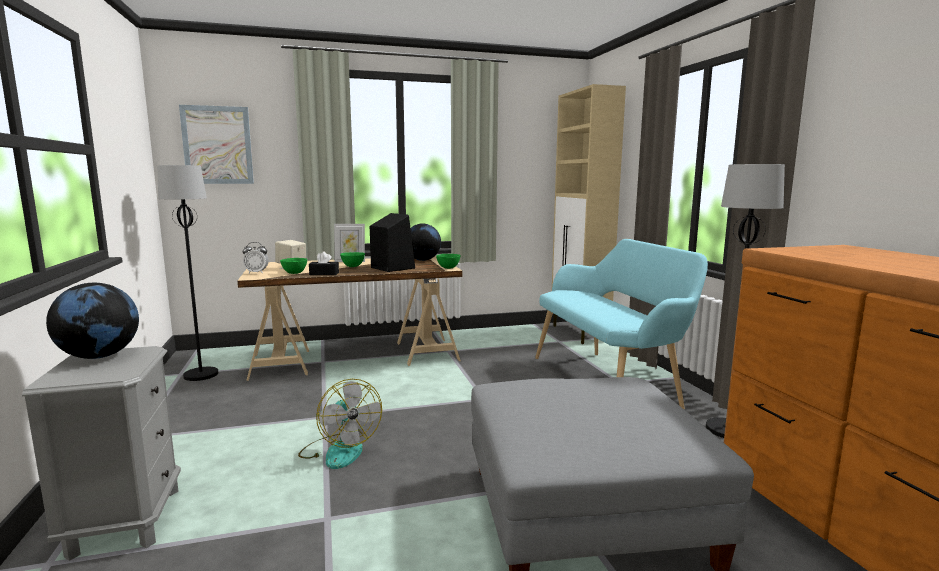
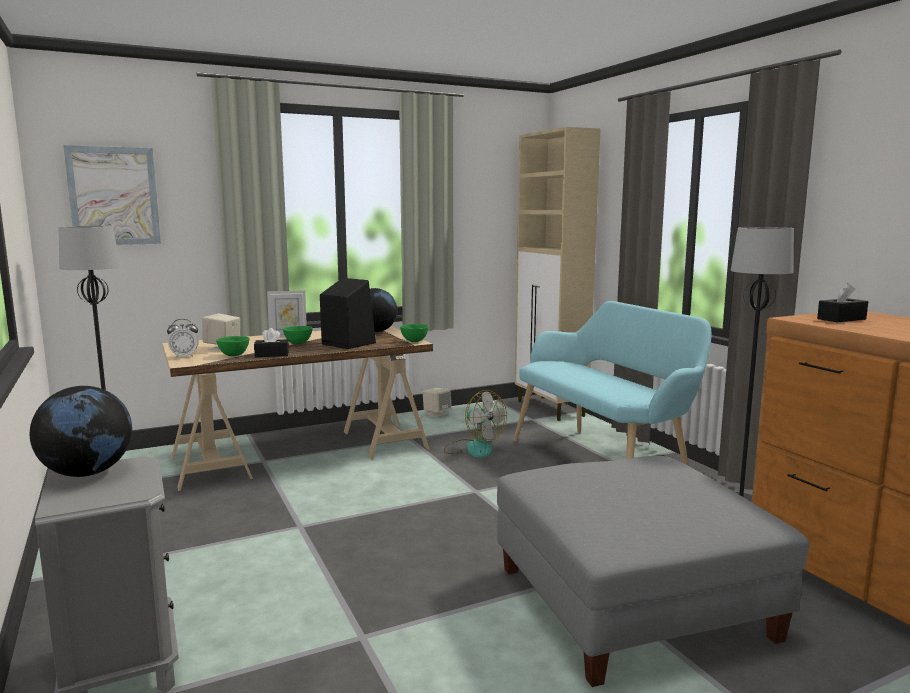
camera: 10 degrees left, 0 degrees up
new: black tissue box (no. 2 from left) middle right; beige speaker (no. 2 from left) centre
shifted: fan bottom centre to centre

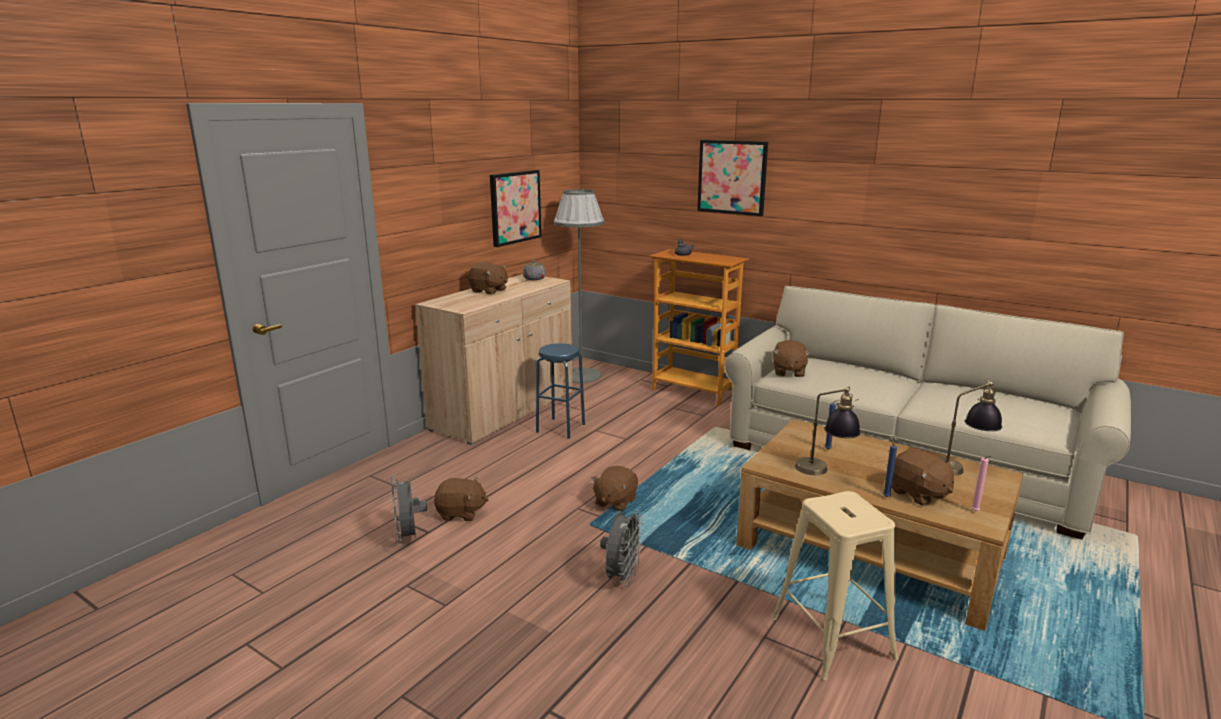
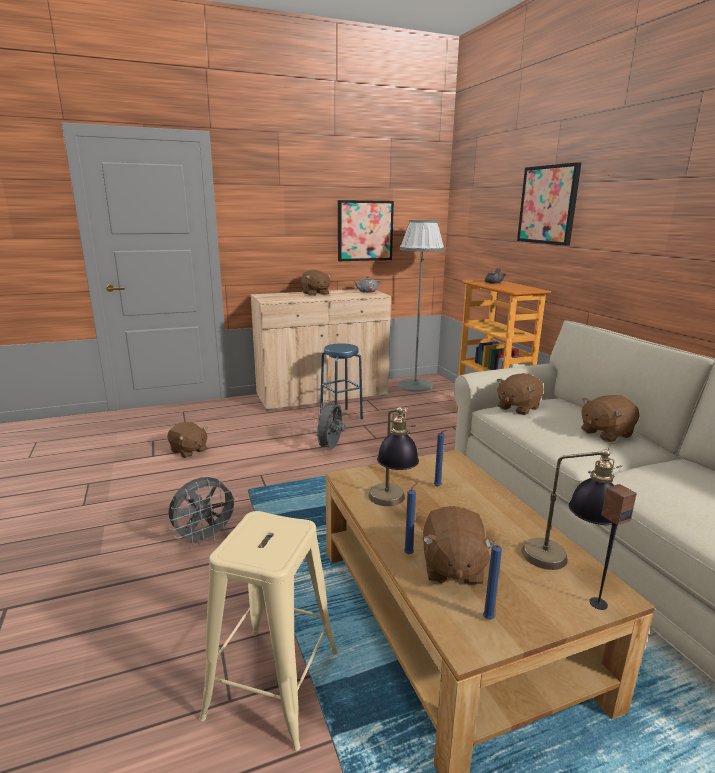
camera: 35 degrees right, 0 degrees up
new: speaker bottom right
shifted: brown plush toy (no. 3 from left in the first image) bottom centre to brown plush toy (no. 5 from left) middle right; grey fan (no. 1 from left in the first image) bottom centre to grey fan (no. 2 from left) centre
repainted: pink candle bottom right to blue candle (no. 3 from left) bottom right

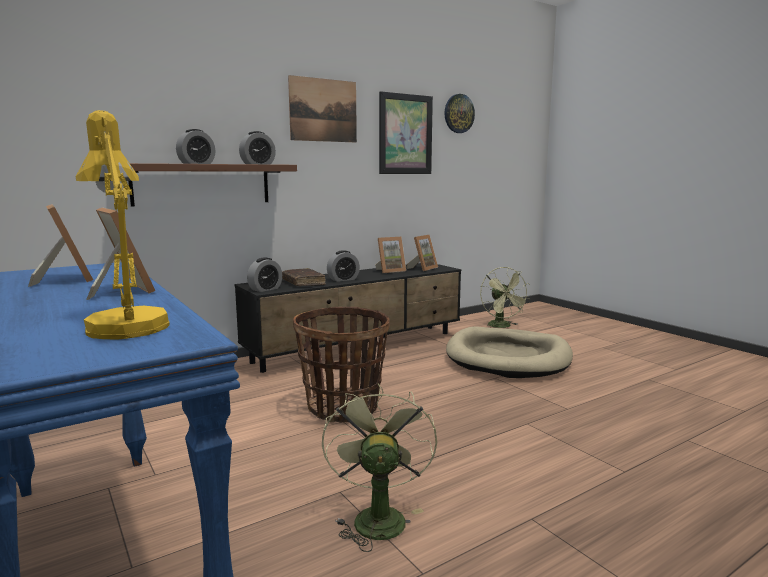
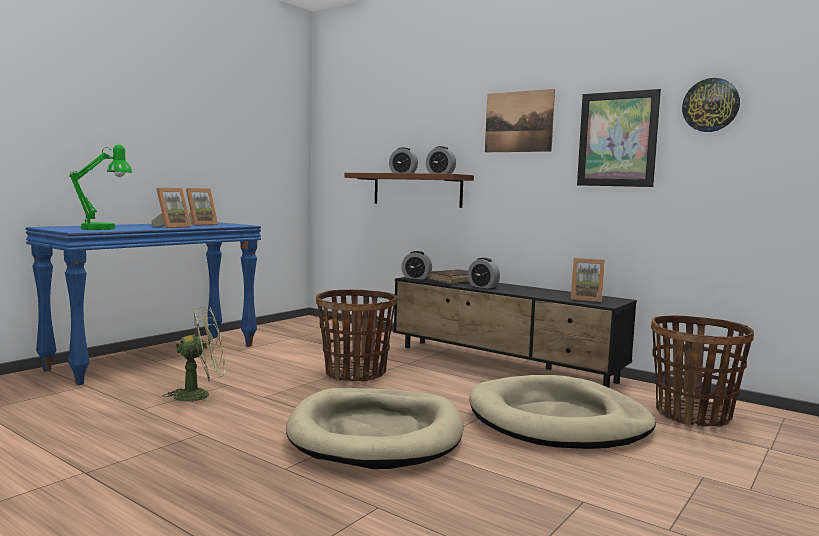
camera: 70 degrees right, 5 degrees down
gone: picture frame (no. 3 from left) centre
new: beige dog bed (no. 1 from left) bottom centre
swapped: green fan (no. 2 from left) centre to basket (no. 2 from left) bottom right
repainted: yellow table lamp middle left to green table lamp middle left

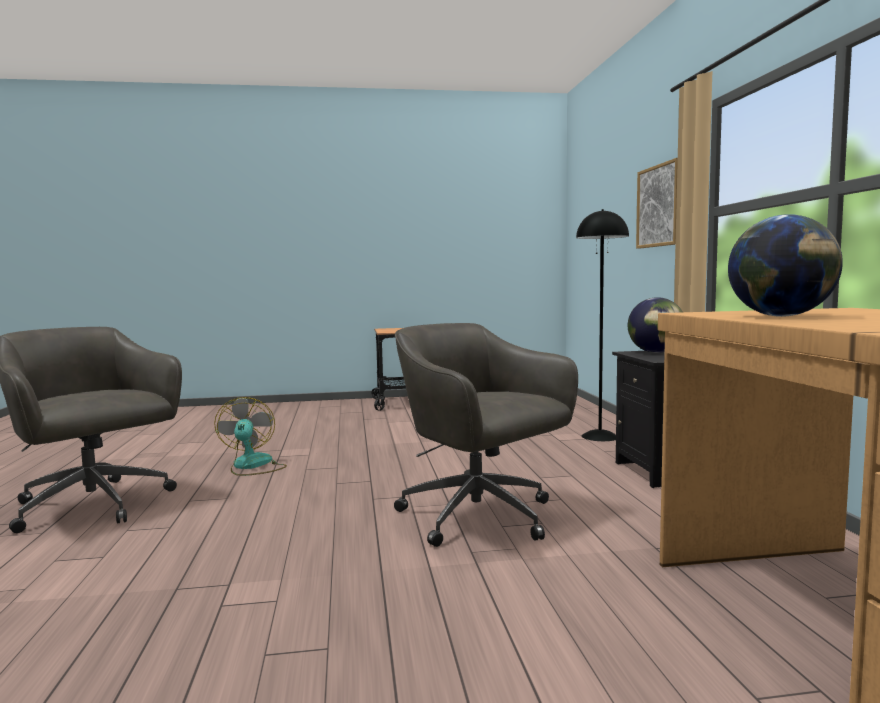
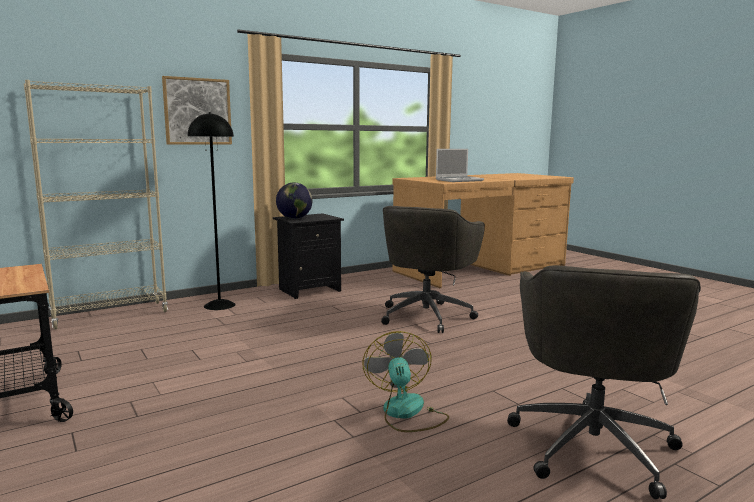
camera: 115 degrees left, 5 degrees up
new: beige bookcase middle left
swapped: globe (no. 2 from left) middle right to laptop top centre
rotated: fan middle left = bottom centre 120 degrees clockwise

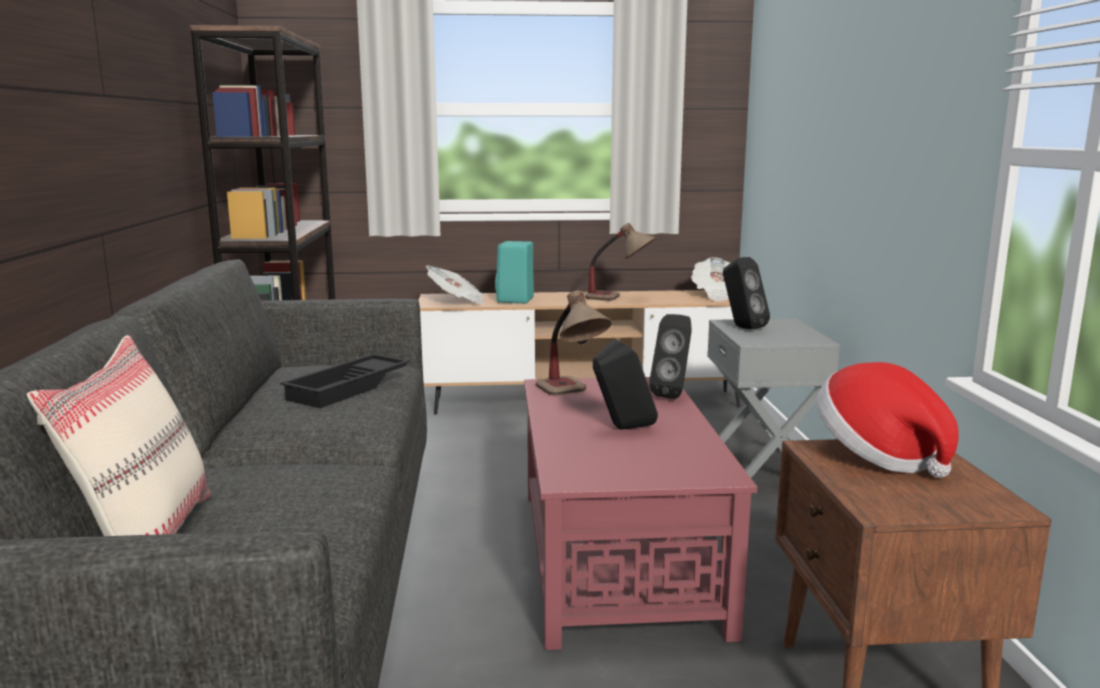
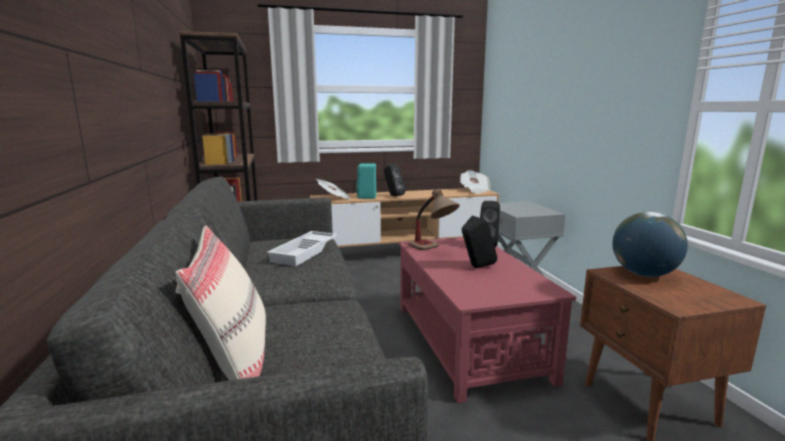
camera: 10 degrees left, 0 degrees up
gone: table lamp (no. 2 from left) centre
shifted: black speaker (no. 3 from left in the first image) middle right to black speaker (no. 1 from left) centre
swapped: hat middle right to globe middle right
repainted: black tray middle left to white tray centre

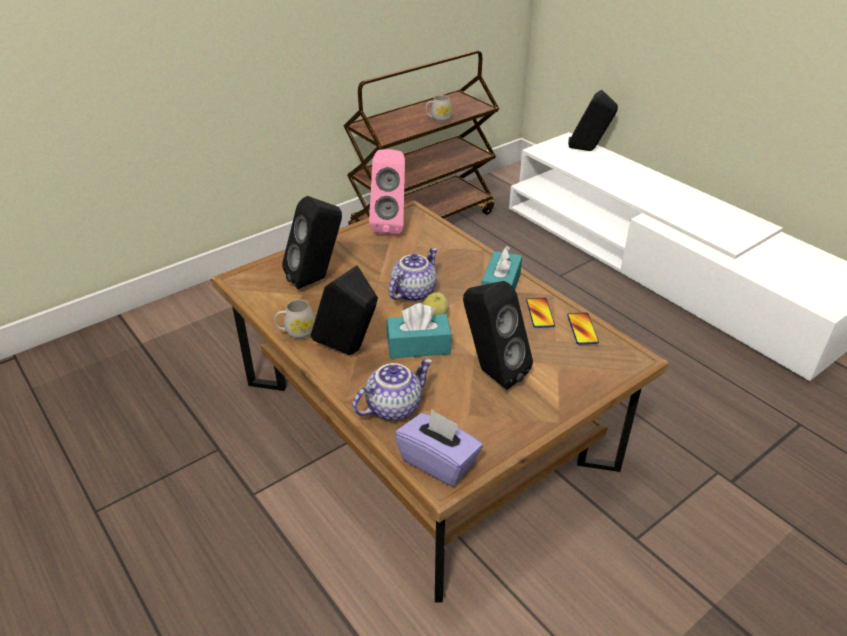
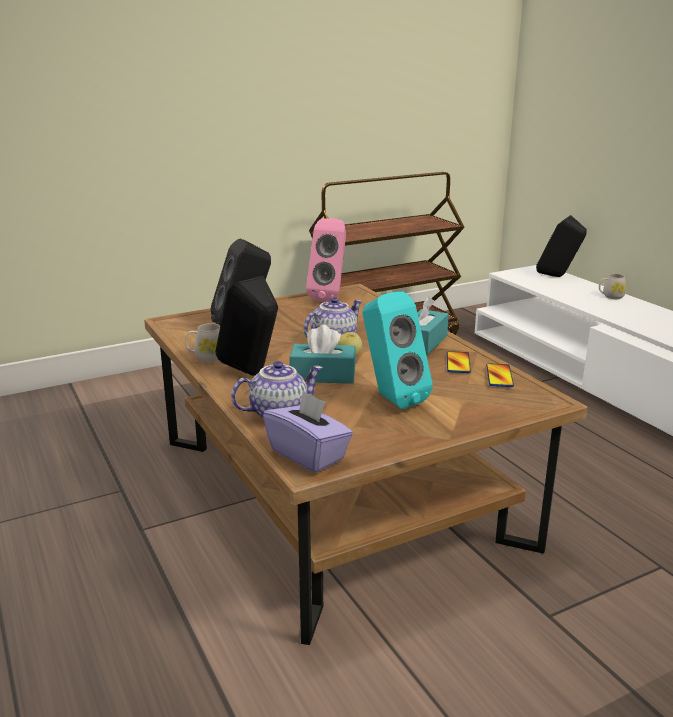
camera: 10 degrees right, 15 degrees down
shifted: white mug (no. 2 from left) top centre to middle right
repainted: black speaker (no. 3 from left) centre to turquoise speaker centre

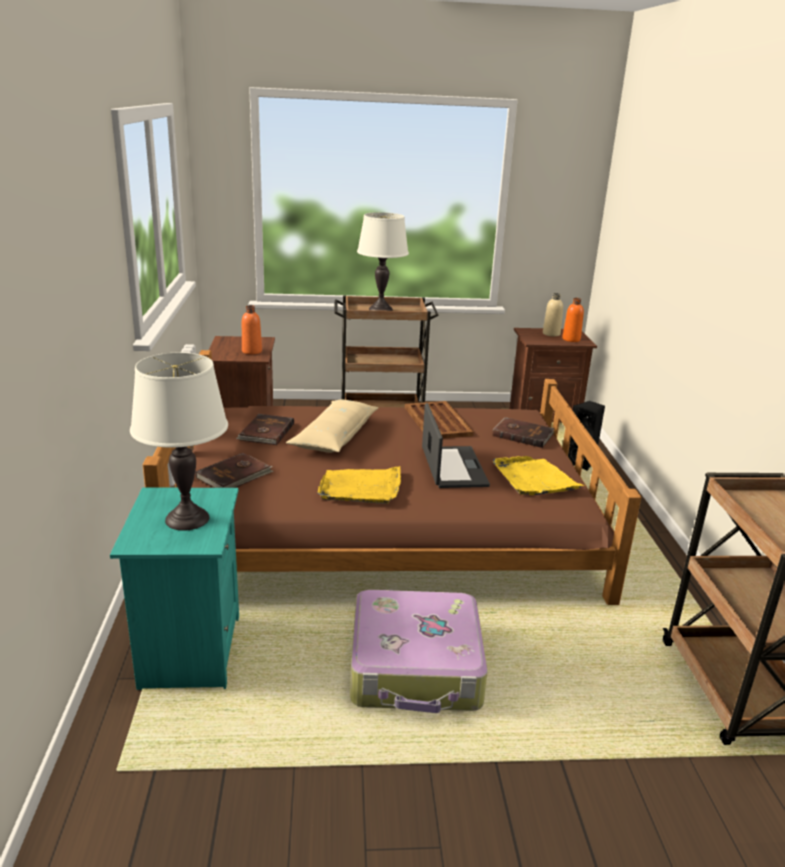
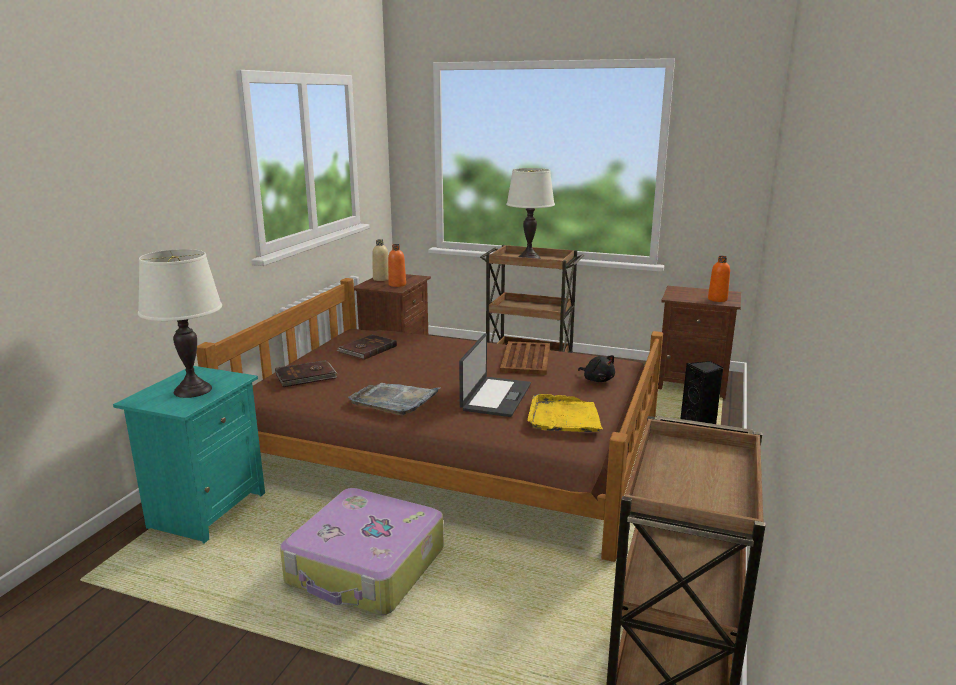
camera: 25 degrees right, 5 degrees down
gone: beige pillow centre
shifted: beige bottle middle right to centre
swapped: brown book (no. 3 from left) middle right to black plush toy centre
repainted: yellow tray (no. 1 from left) centre to grey tray centre

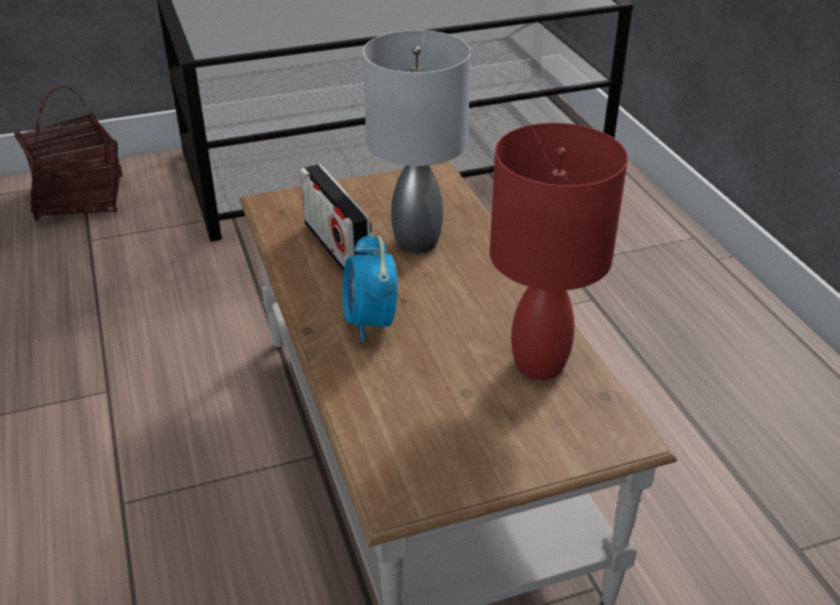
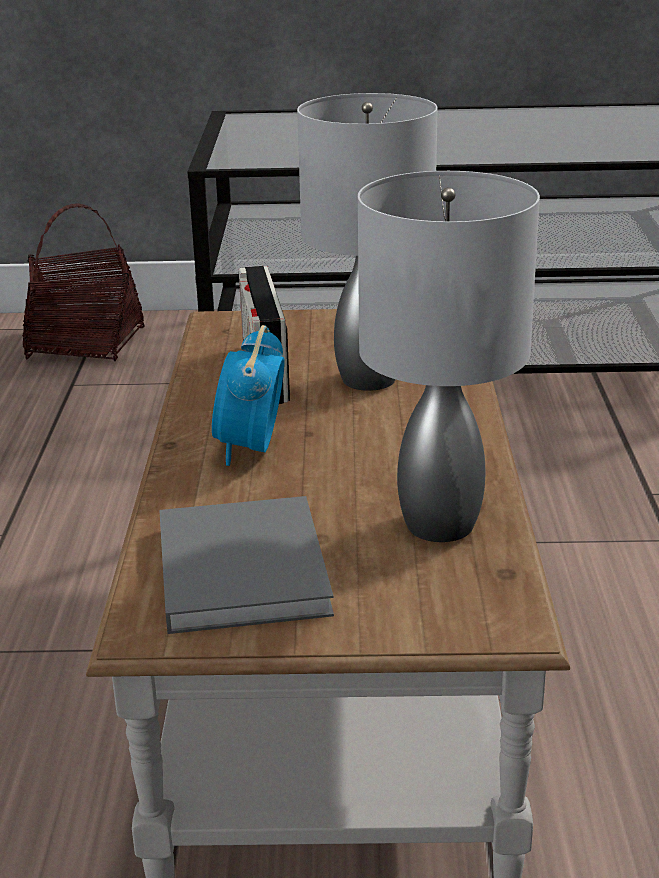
camera: 20 degrees right, 10 degrees down
new: grey book centre
repainted: red table lamp centre to grey table lamp (no. 2 from left) middle right

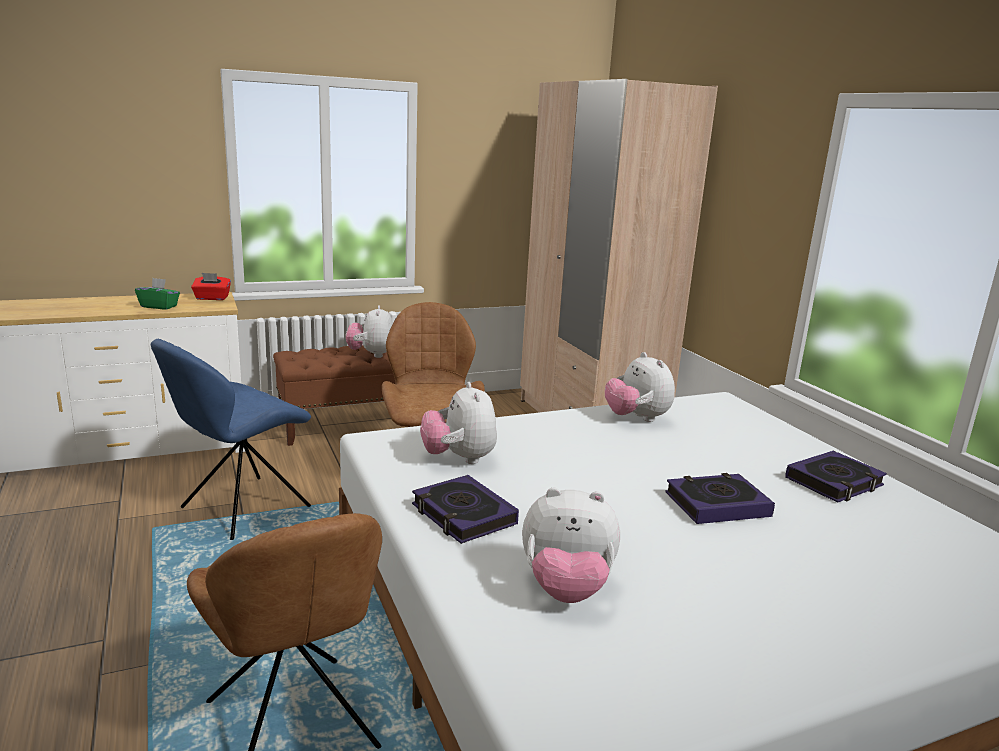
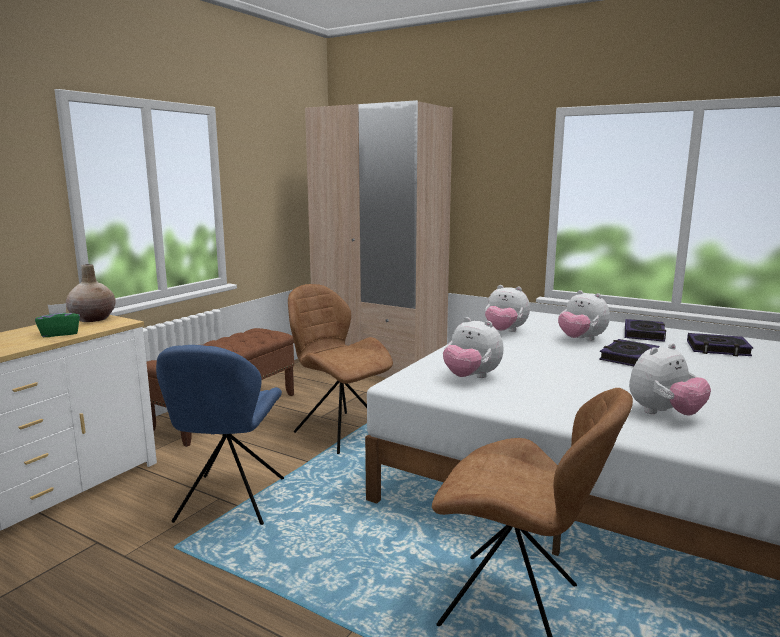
camera: 35 degrees left, 5 degrees down
shifted: plush toy (no. 1 from left in the first image) centre to plush toy (no. 3 from left) middle right; book (no. 1 from left in the first image) bottom centre to book (no. 3 from left) middle right
swapped: red tissue box middle left to beige vase middle left

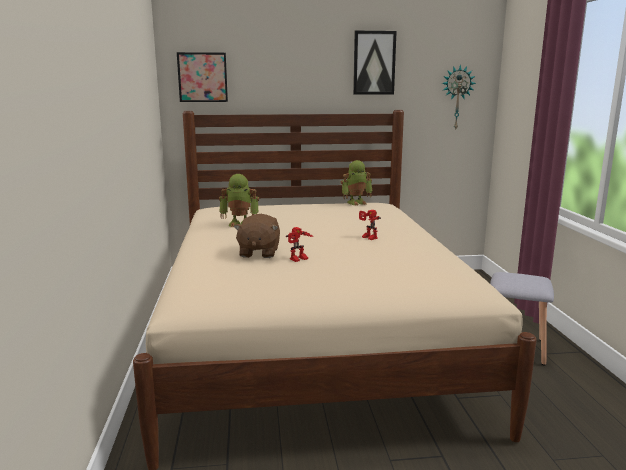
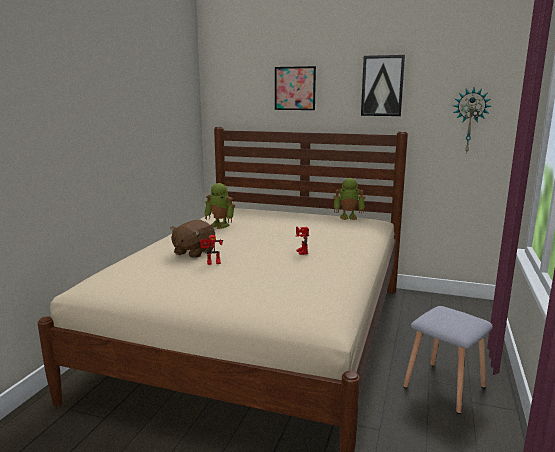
camera: 25 degrees right, 0 degrees up
shifted: picture (no. 1 from left) top left to top centre

